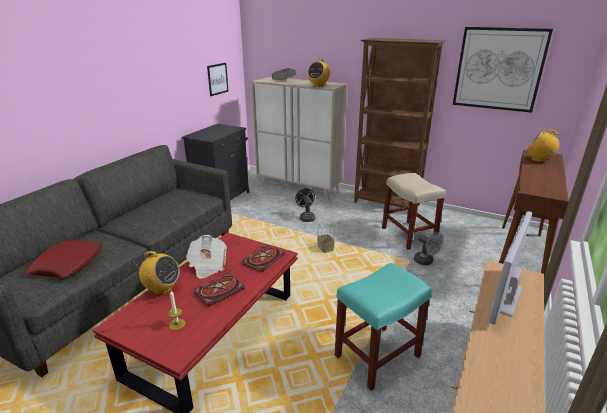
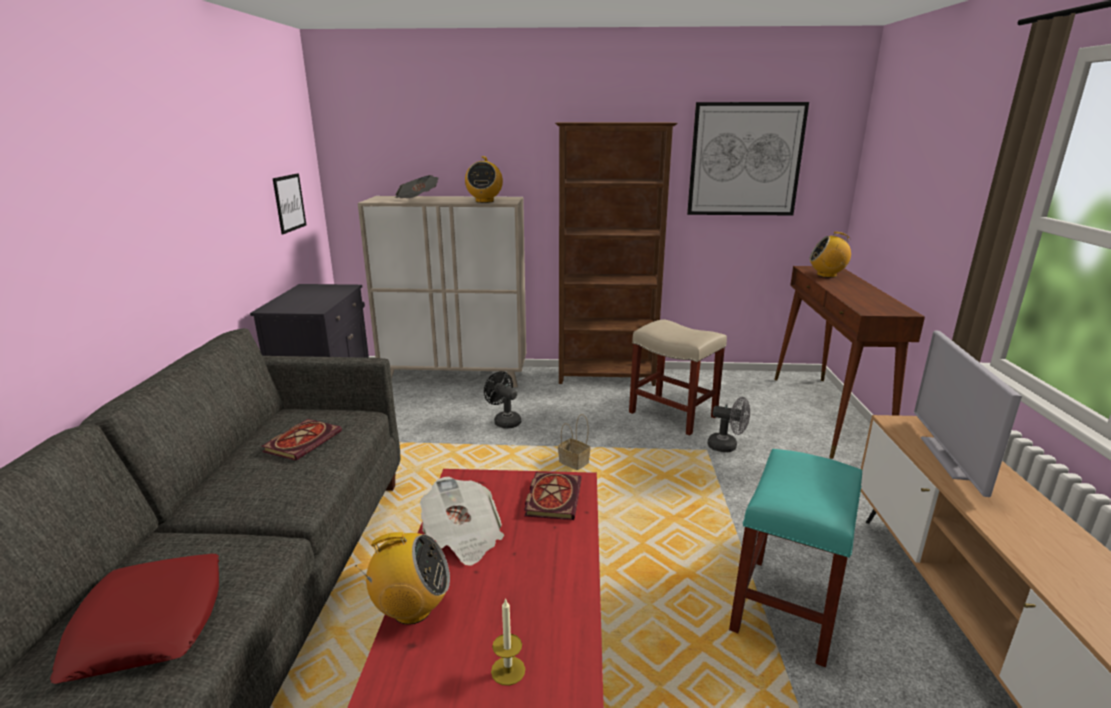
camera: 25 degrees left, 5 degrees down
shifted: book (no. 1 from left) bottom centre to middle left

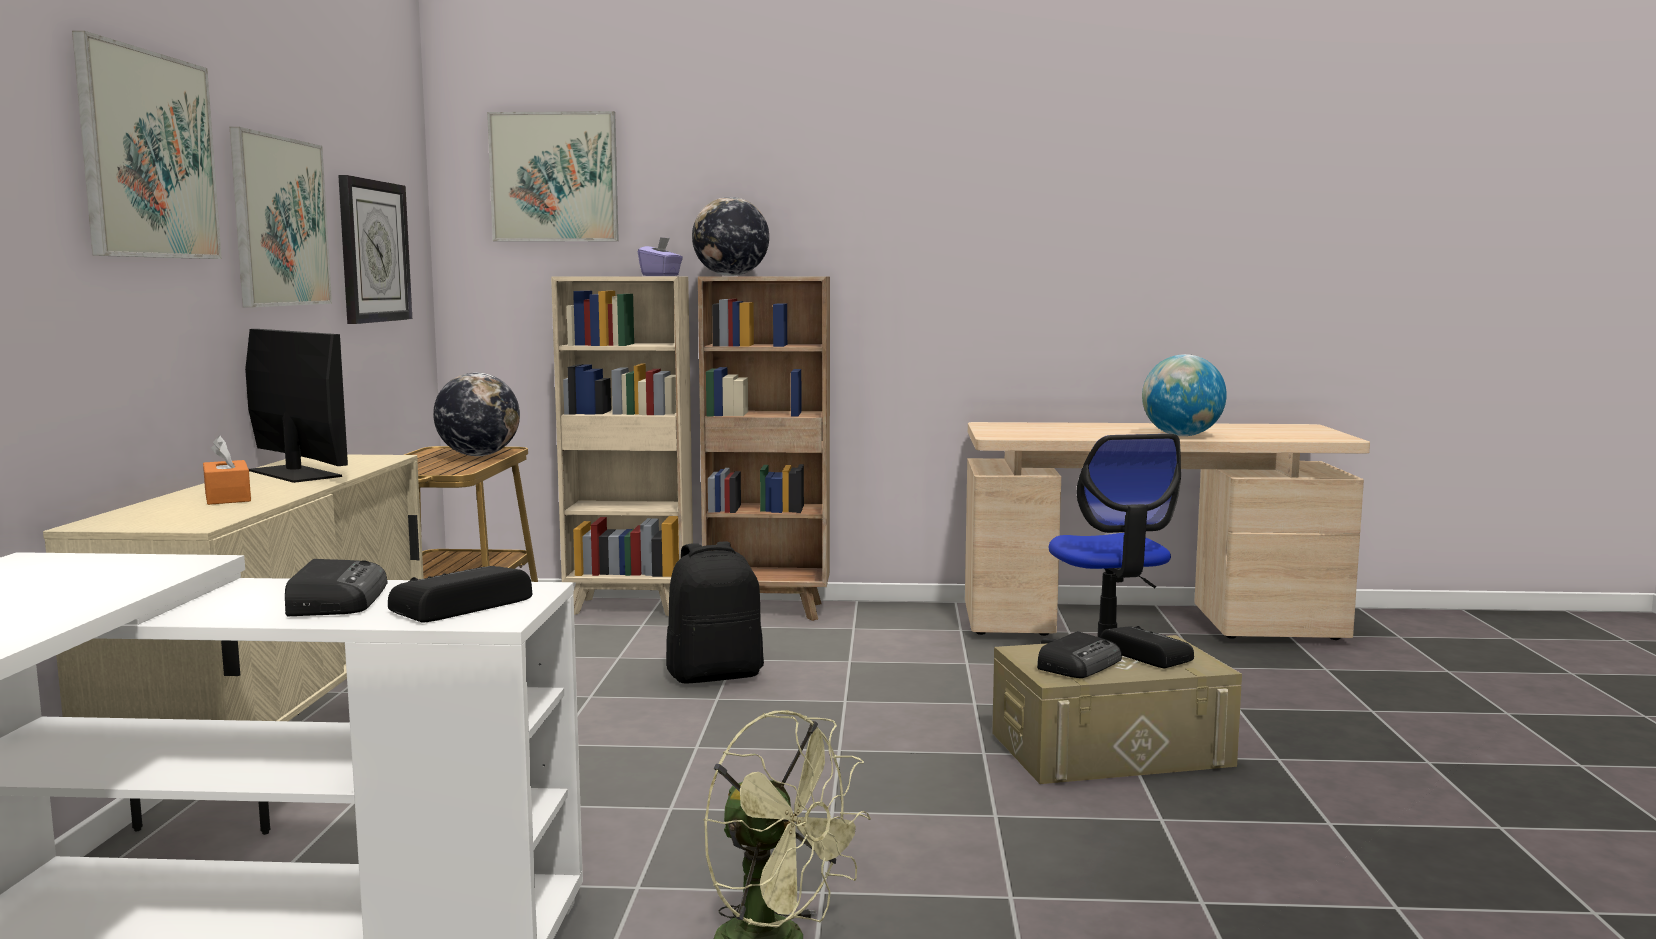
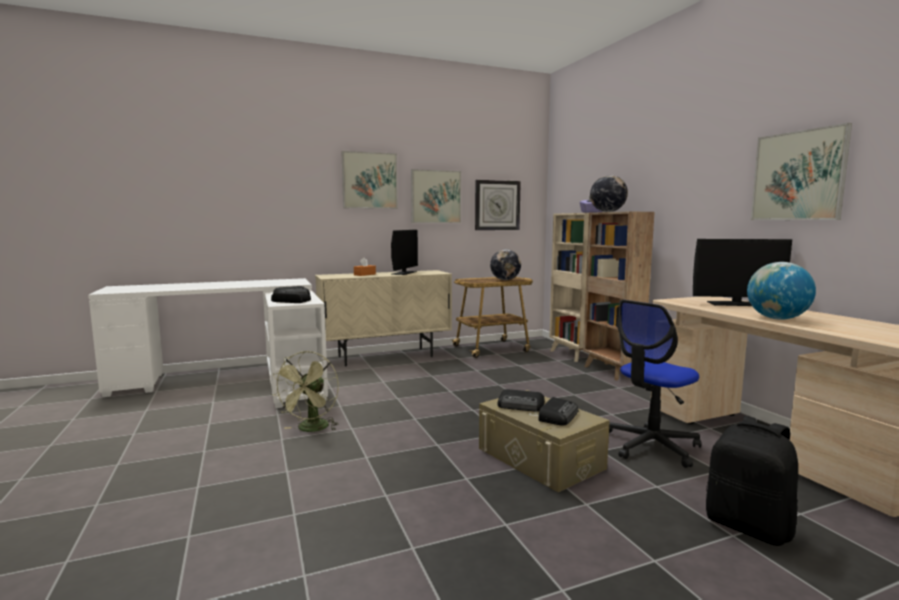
camera: 65 degrees right, 0 degrees up
new: monitor (no. 2 from left) middle right
shifted: picture (no. 3 from left) top centre to top right; black backpack centre to bottom right

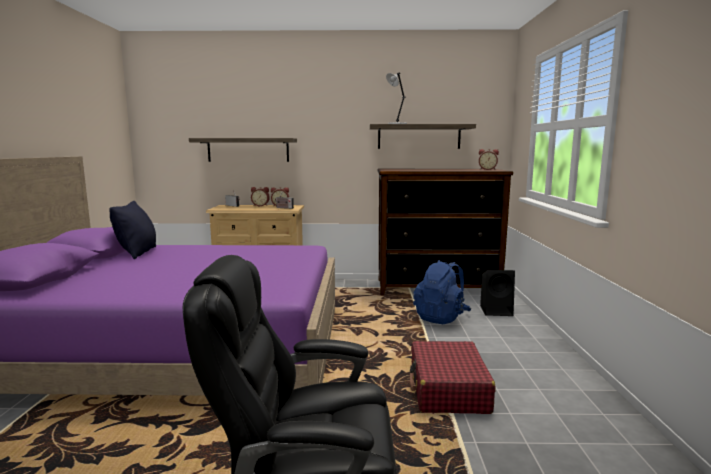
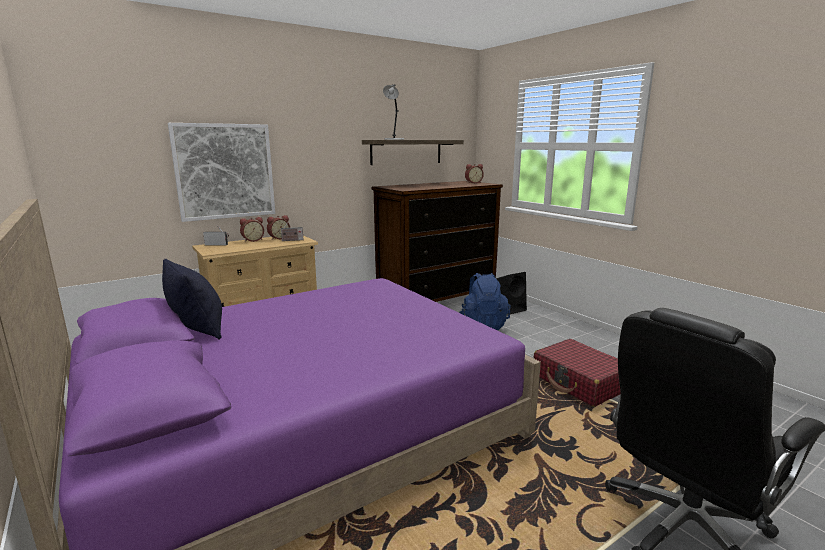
camera: 35 degrees left, 5 degrees up
swapped: shelf (no. 1 from left) top centre to picture top left

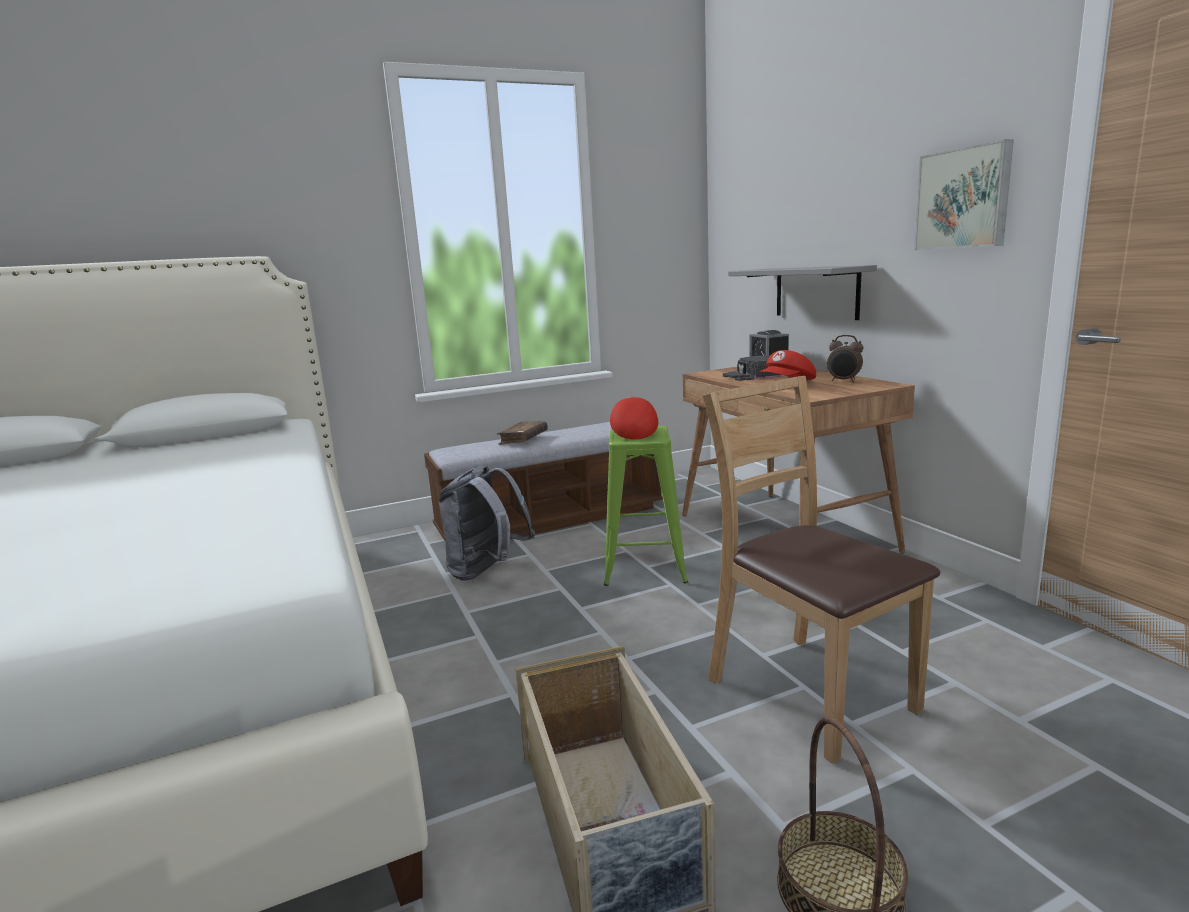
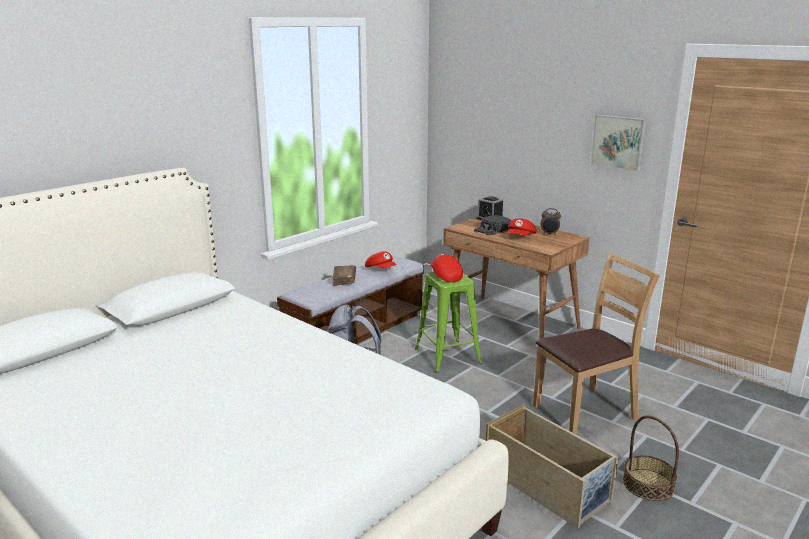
camera: 25 degrees left, 5 degrees up
gone: grey shelf top right
new: red cap (no. 1 from left) centre
rotated: brown chair middle right = middle right 120 degrees clockwise

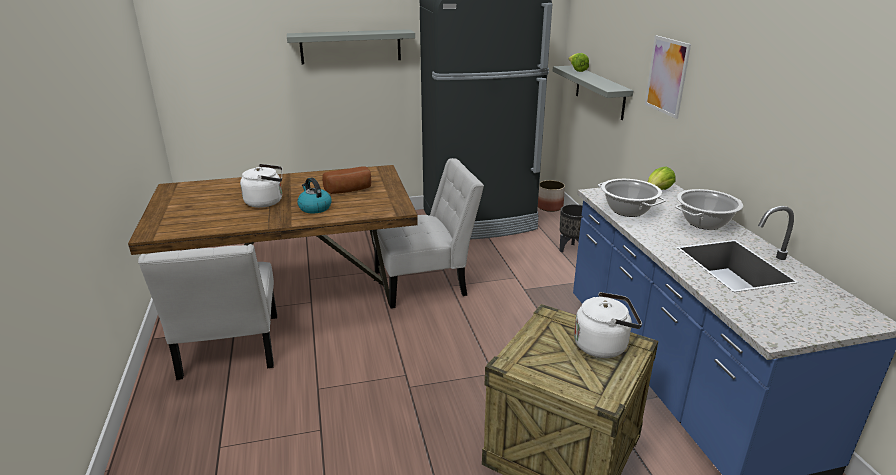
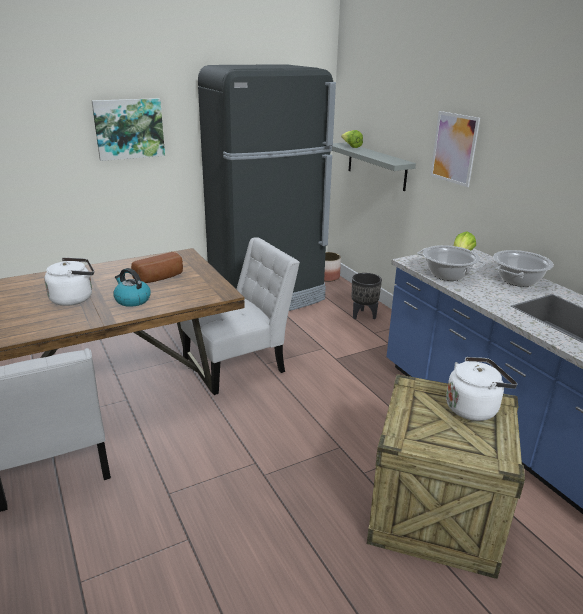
camera: 15 degrees left, 0 degrees up
swapped: grey shelf (no. 1 from left) top centre to picture (no. 1 from left) top left

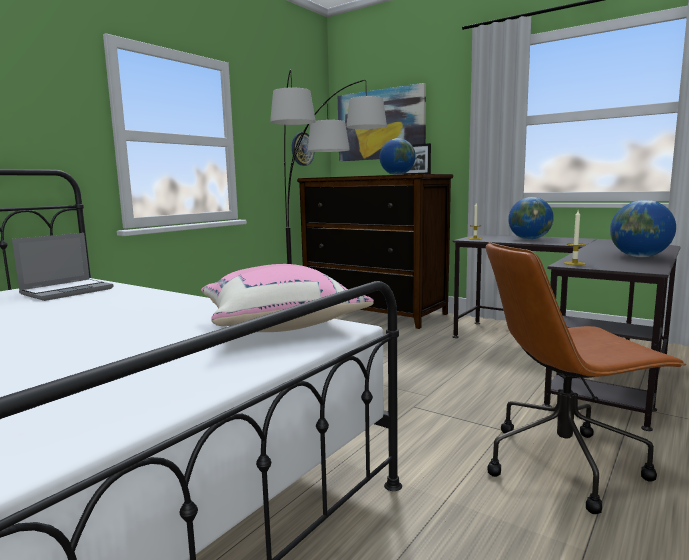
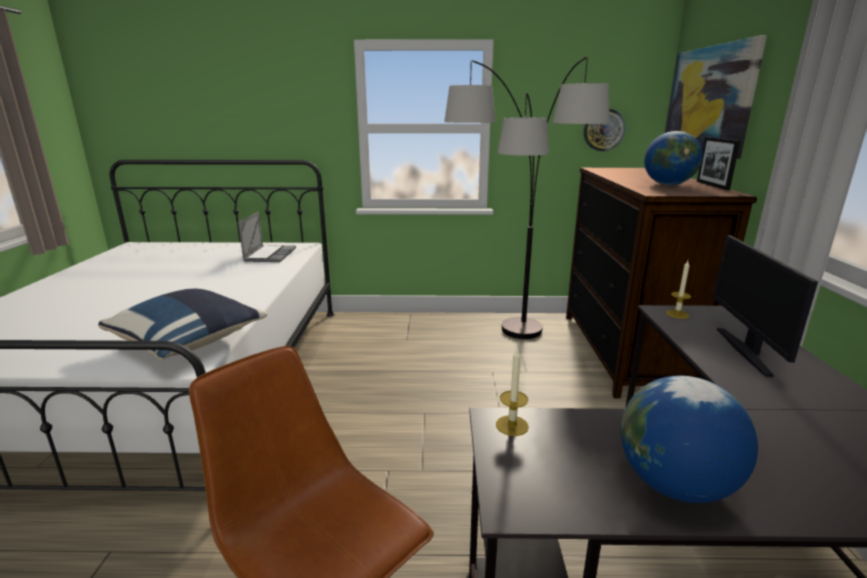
camera: 55 degrees right, 10 degrees up
swapped: globe (no. 2 from left) middle right to monitor middle right
repainted: pink pillow centre to blue pillow middle left
rotated: laptop middle left = middle left 90 degrees counterclockwise

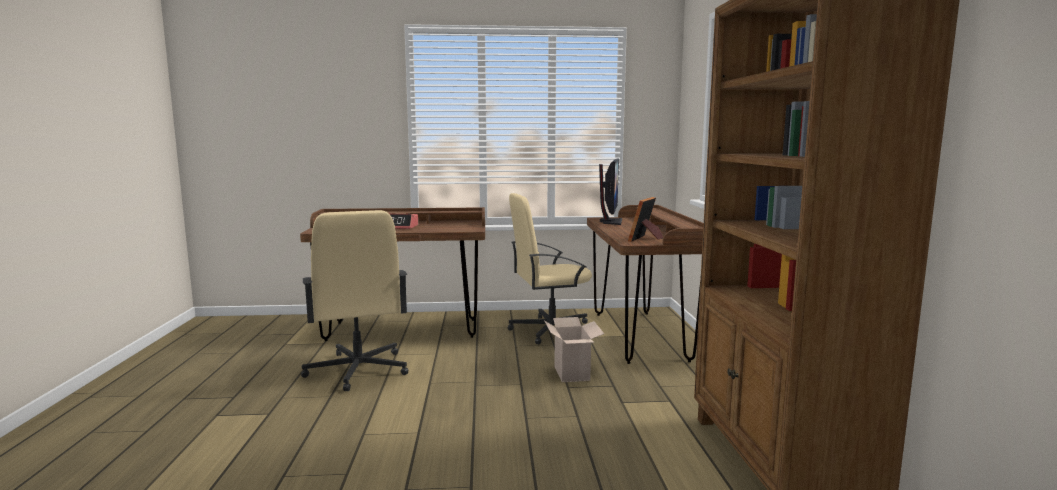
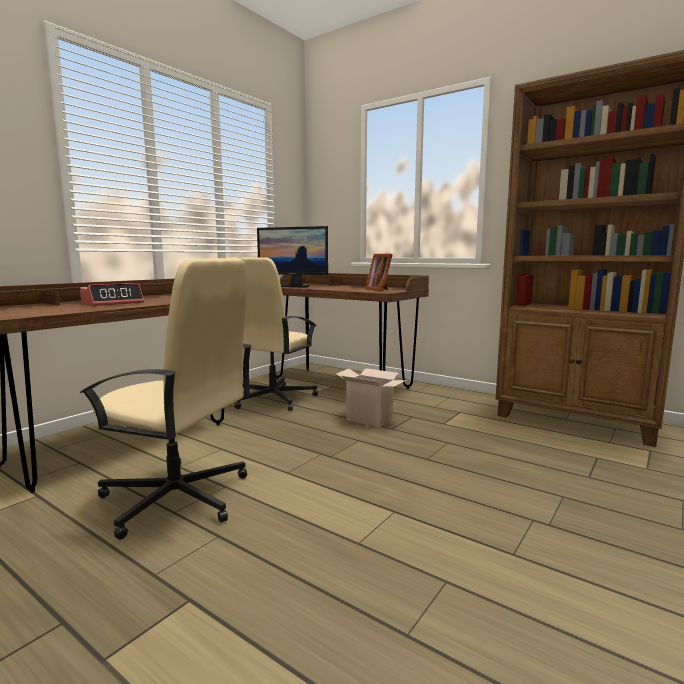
camera: 50 degrees left, 0 degrees up
rotated: monitor centre = centre 150 degrees clockwise

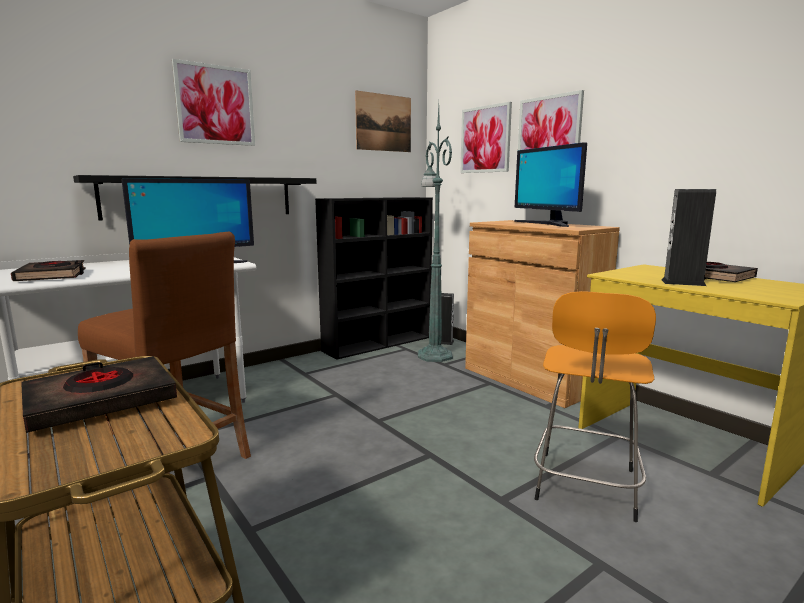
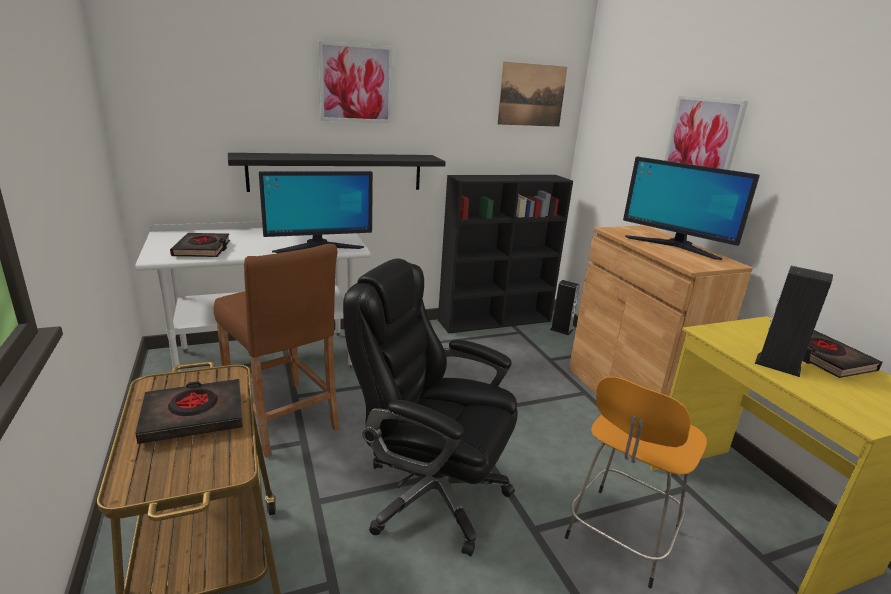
camera: 15 degrees right, 10 degrees up
gone: picture (no. 3 from left) top centre; green floor lamp centre
new: black office chair bottom centre
rotated: monitor (no. 2 from left) top right = middle right 45 degrees counterclockwise

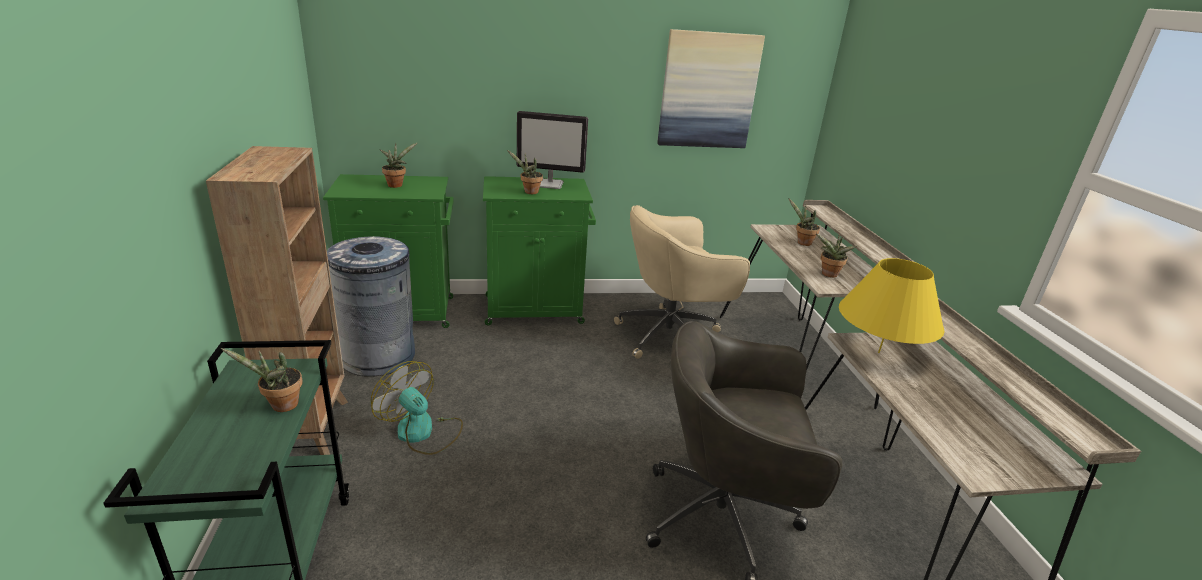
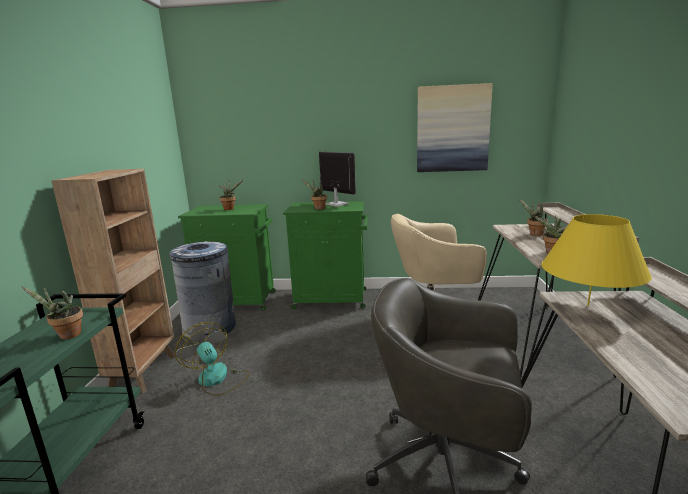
camera: 15 degrees right, 10 degrees down
rotated: monitor top centre = centre 150 degrees counterclockwise

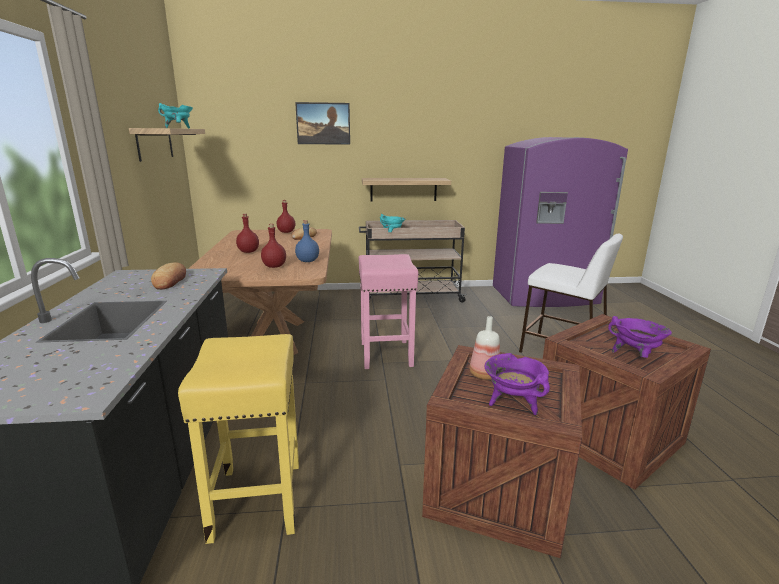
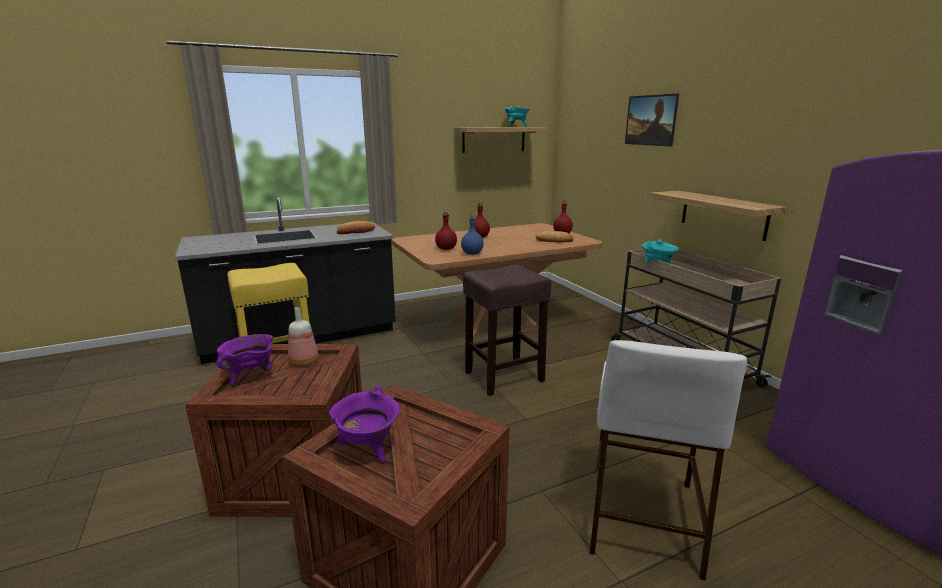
camera: 70 degrees right, 0 degrees up
repainted: pink stool centre to brown stool centre

